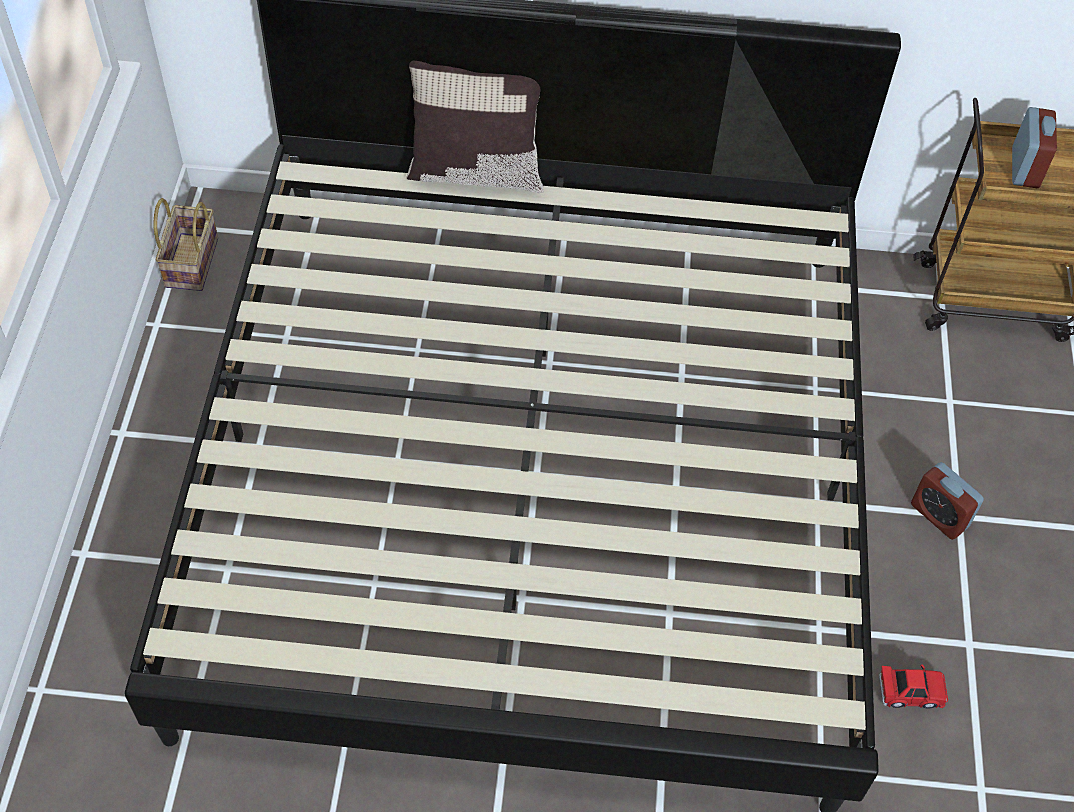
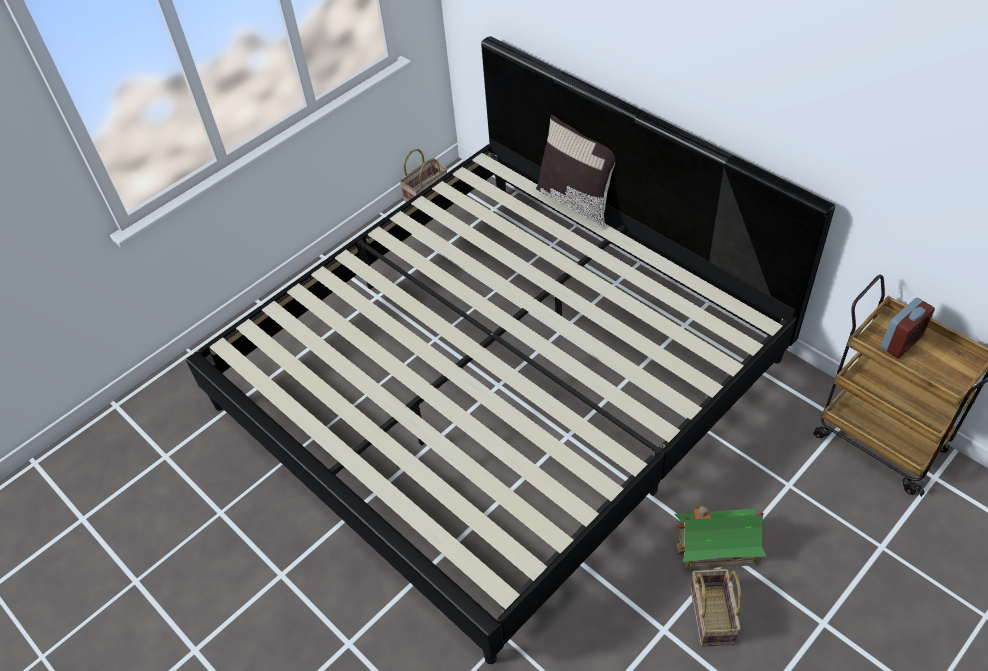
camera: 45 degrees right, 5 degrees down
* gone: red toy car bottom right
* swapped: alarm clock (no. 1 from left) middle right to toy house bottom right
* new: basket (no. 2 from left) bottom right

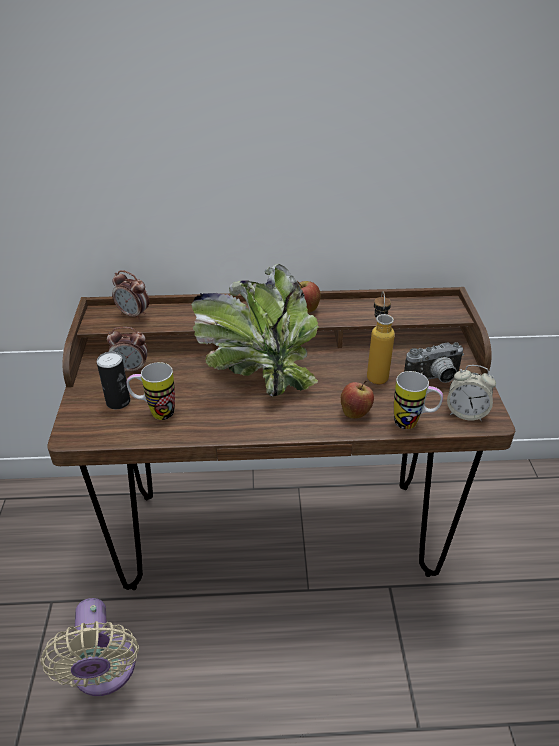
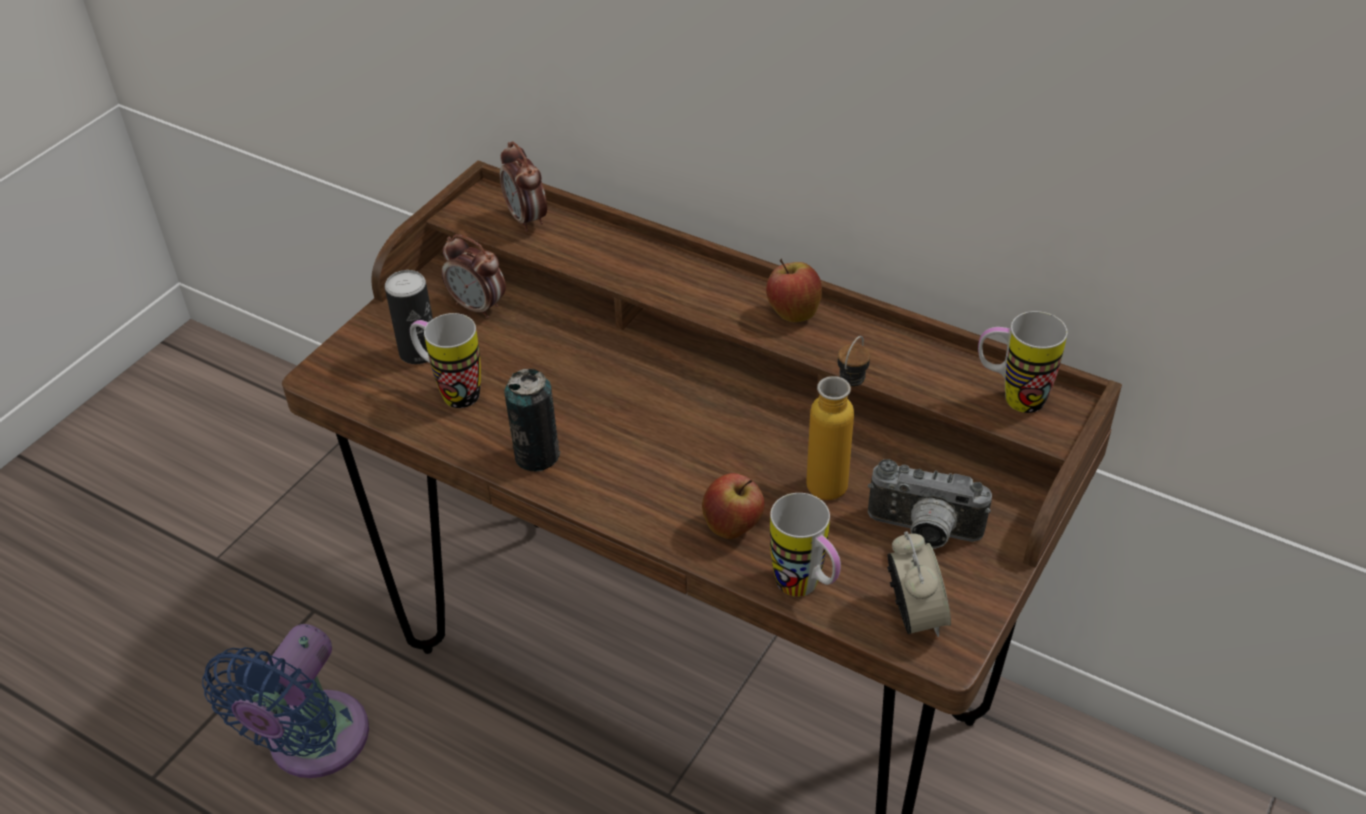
camera: 35 degrees right, 5 degrees up
* repainted: beige fan bottom left to blue fan bottom left
* gone: potted plant centre
* rotated: alarm clock (no. 3 from left) middle right = bottom right 150 degrees counterclockwise
* new: can (no. 2 from left) centre
* new: mug (no. 3 from left) middle right

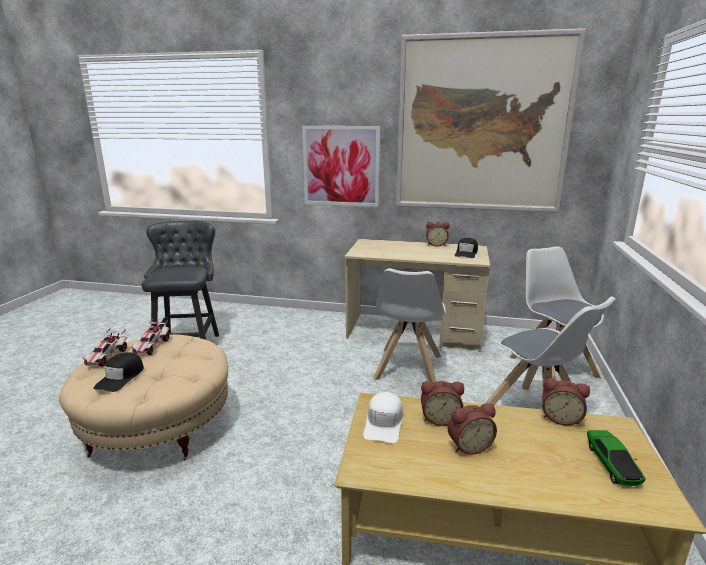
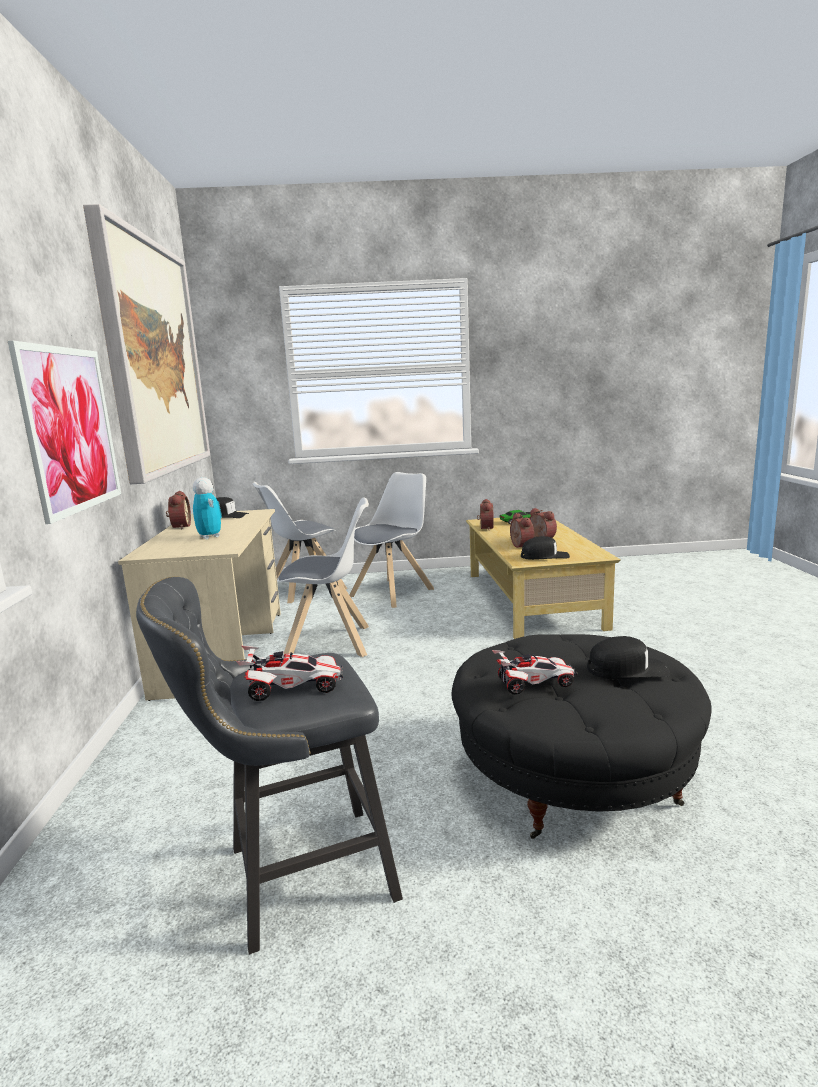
camera: 105 degrees left, 5 degrees down
* repainted: beige ottoman bottom left to black ottoman bottom right
* shifted: toy car (no. 1 from left) middle left to centre
* repainted: white cap bottom centre to black cap (no. 2 from left) centre
* new: toy robot middle left

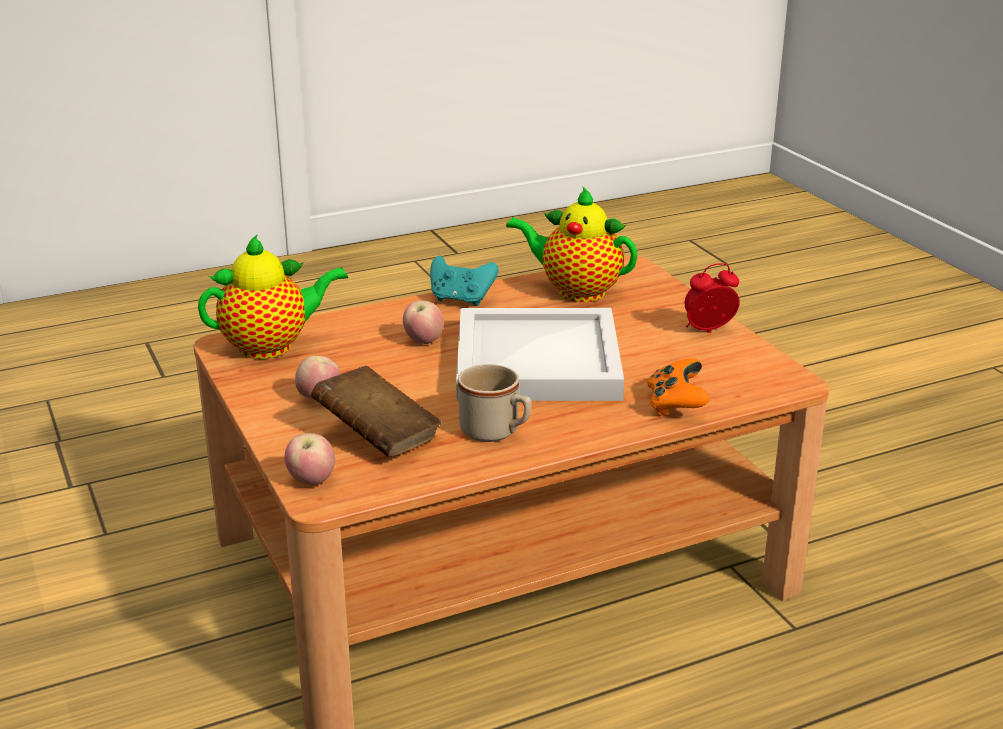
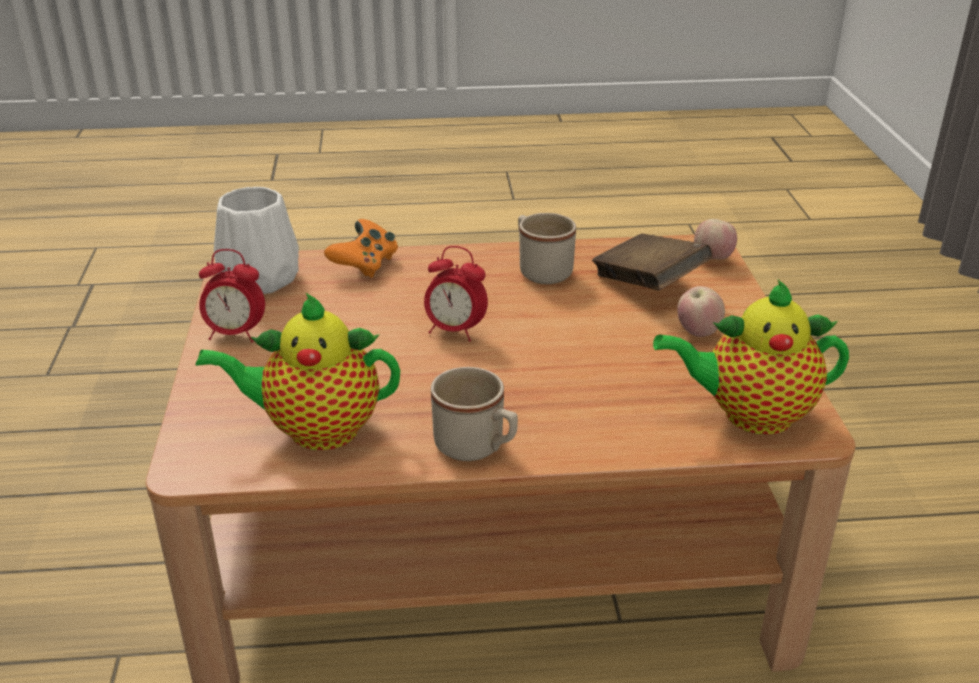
camera: 160 degrees left, 5 degrees up
* gone: apple (no. 3 from left) centre
* swapped: turquoise game controller centre to beige mug (no. 1 from left) centre
* swapped: white tray centre to alarm clock (no. 2 from left) centre
* rotated: teapot (no. 2 from left in the first image) centre = middle left 135 degrees clockwise
* new: white vase middle left

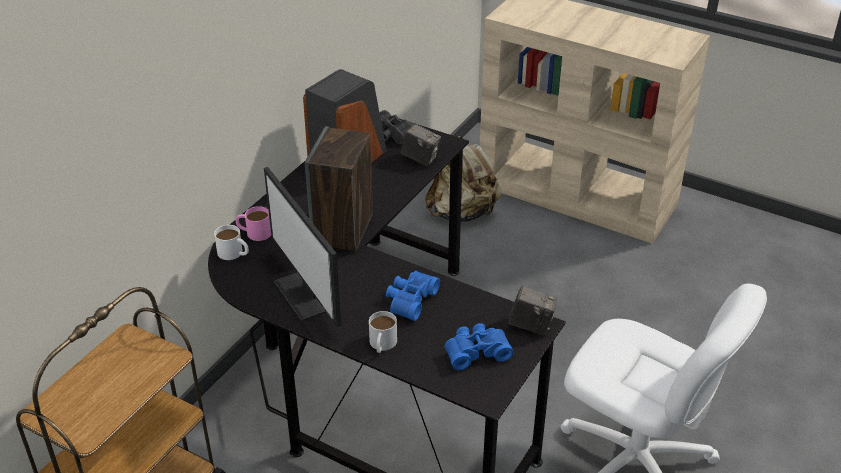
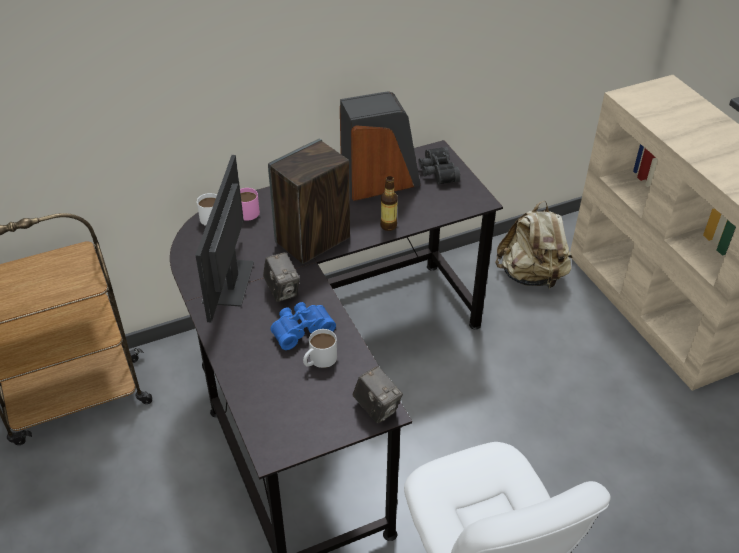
camera: 35 degrees right, 5 degrees up
* shifted: white mug (no. 2 from left) bottom centre to centre
* shifted: photo camera (no. 1 from left) top centre to centre
* gone: blue binoculars (no. 2 from left) bottom centre
* new: bottle centre

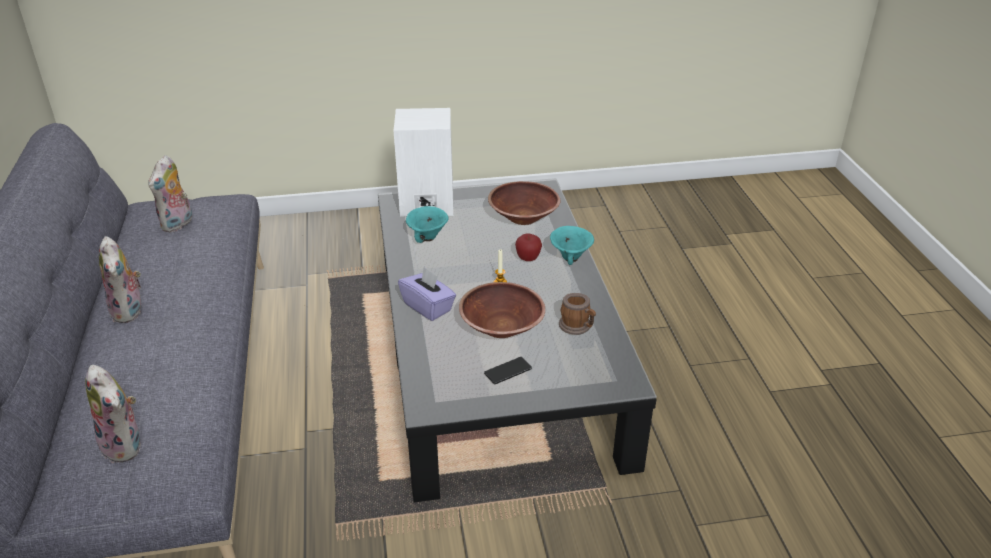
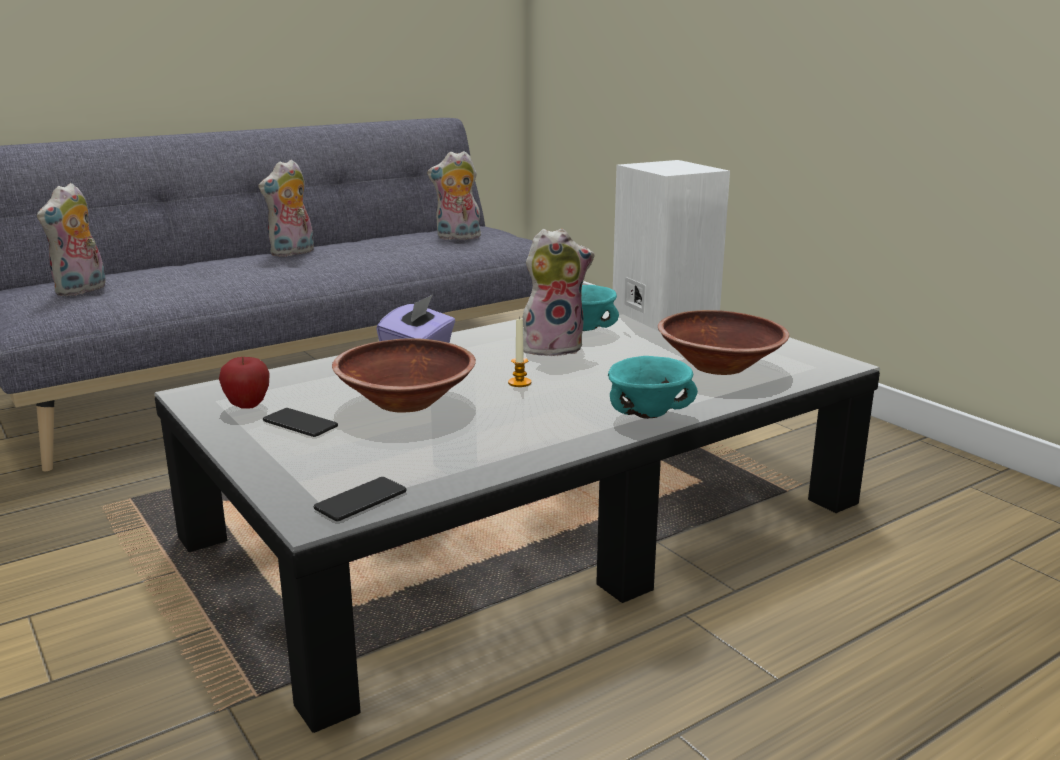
camera: 65 degrees right, 15 degrees down
* shifted: apple centre to middle left
* gone: mug centre
* new: phone (no. 2 from left) centre
* new: plush toy (no. 4 from left) centre

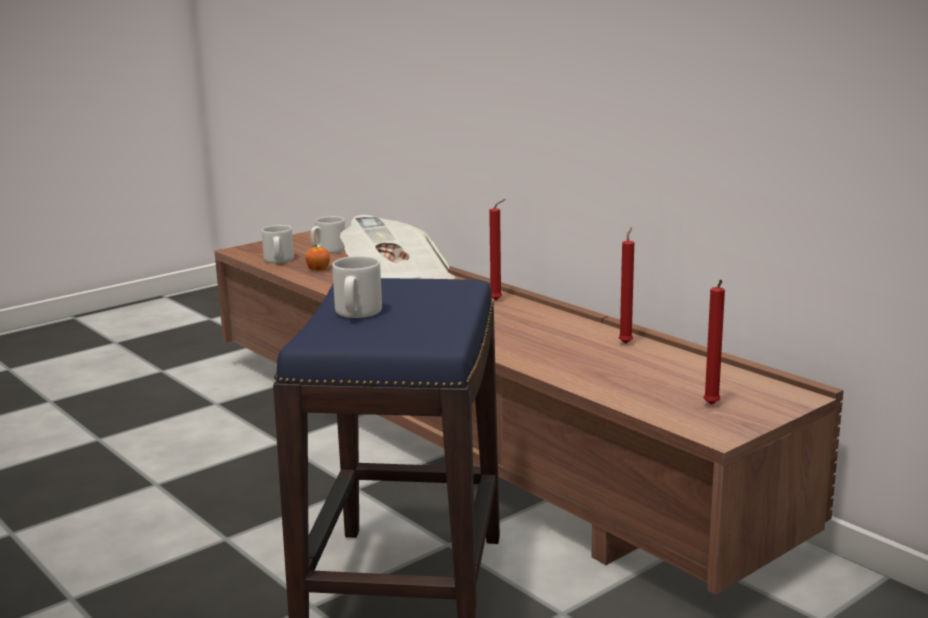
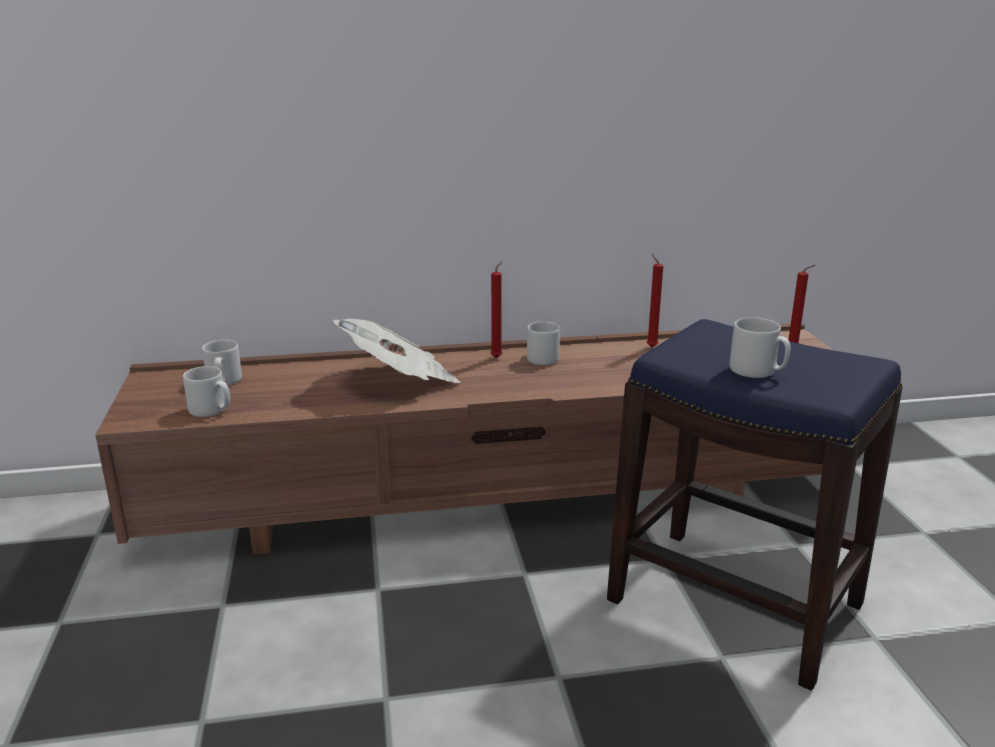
camera: 60 degrees left, 5 degrees up
* gone: apple centre
* new: grey mug (no. 3 from left) centre

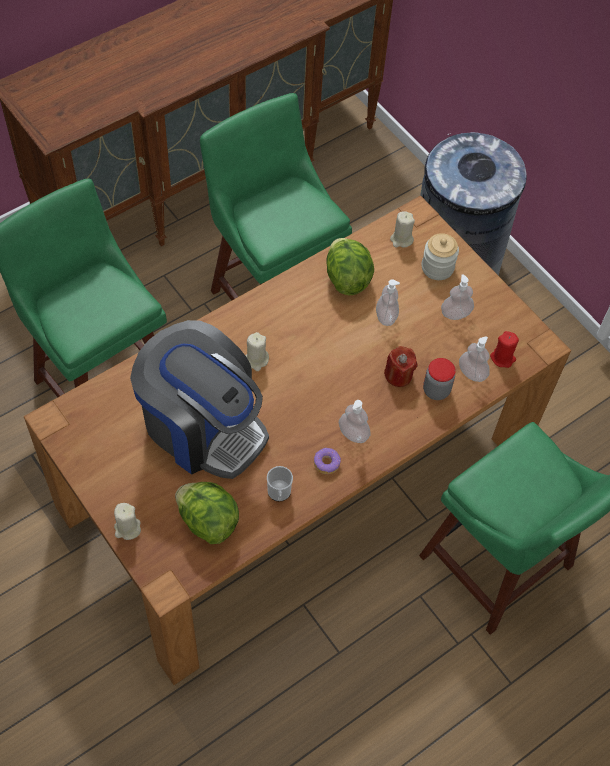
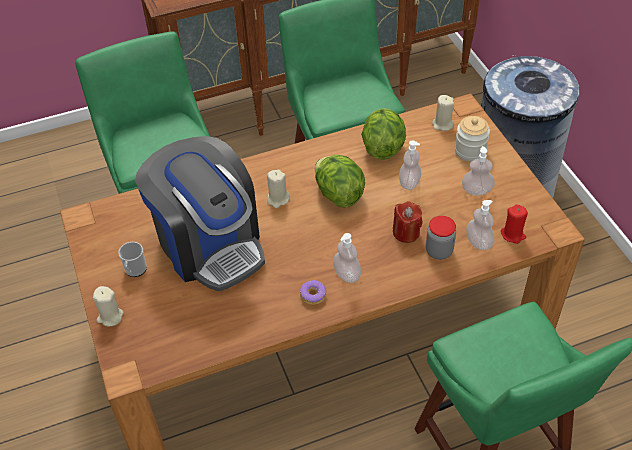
camera: 20 degrees right, 10 degrees down
* shifted: lettuce (no. 1 from left) bottom centre to centre
* shifted: mug centre to middle left

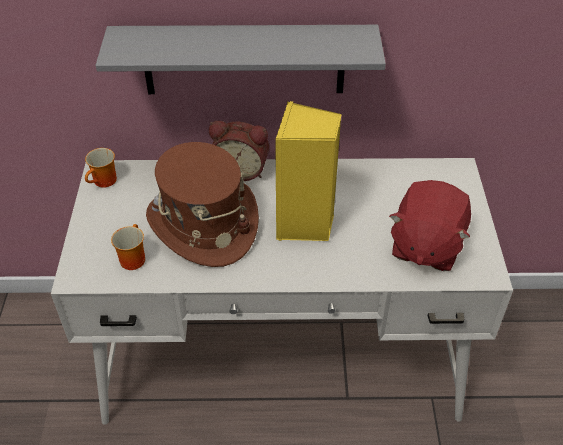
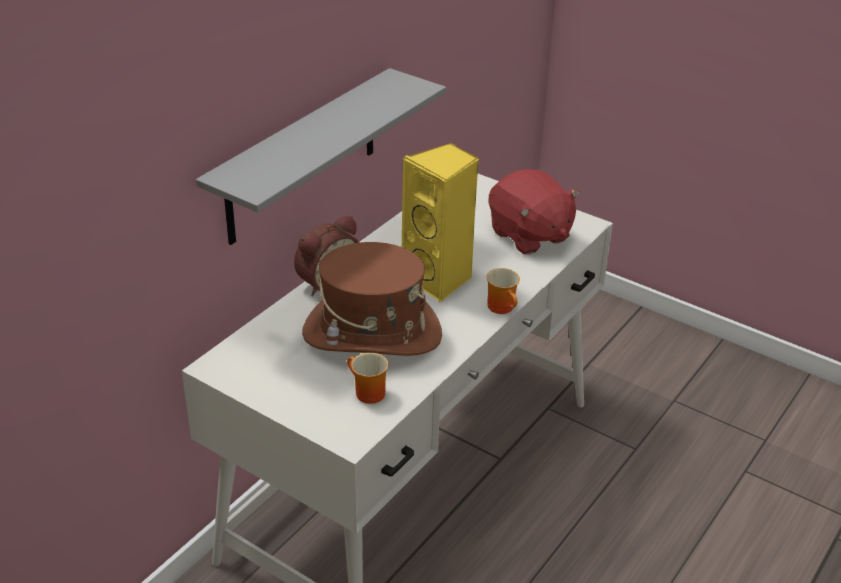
camera: 55 degrees left, 10 degrees down
* shifted: mug (no. 1 from left in the first image) middle left to mug (no. 2 from left) centre

